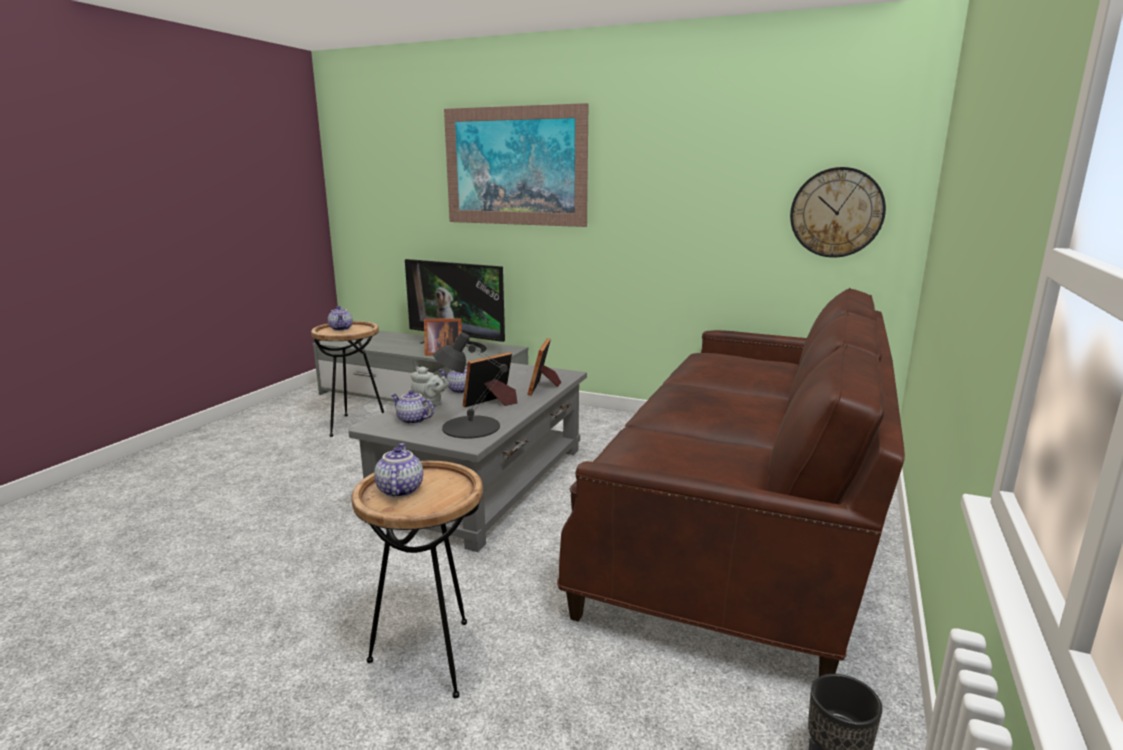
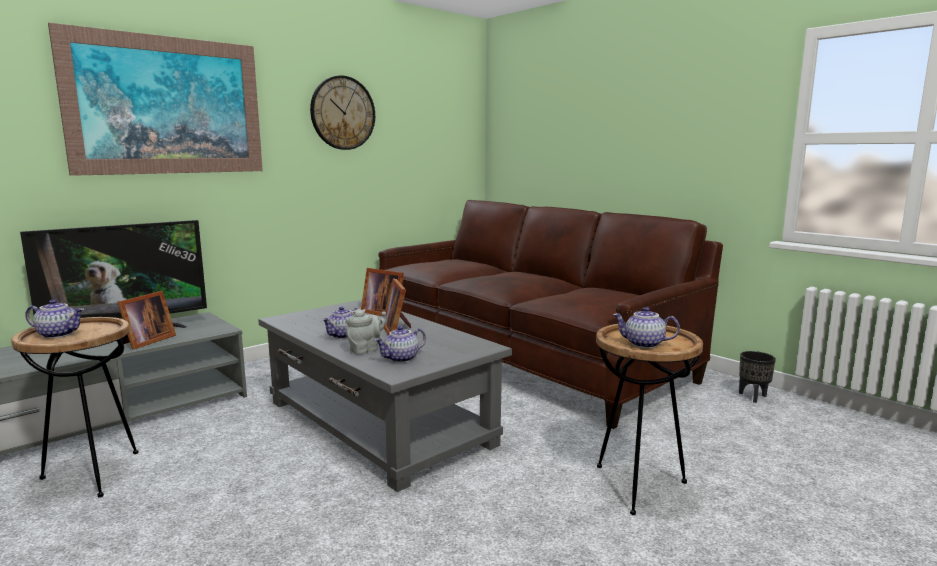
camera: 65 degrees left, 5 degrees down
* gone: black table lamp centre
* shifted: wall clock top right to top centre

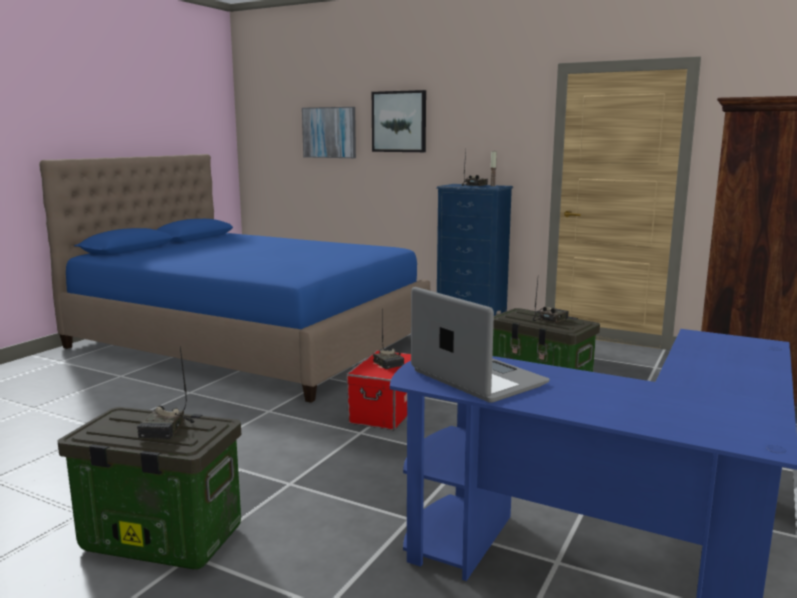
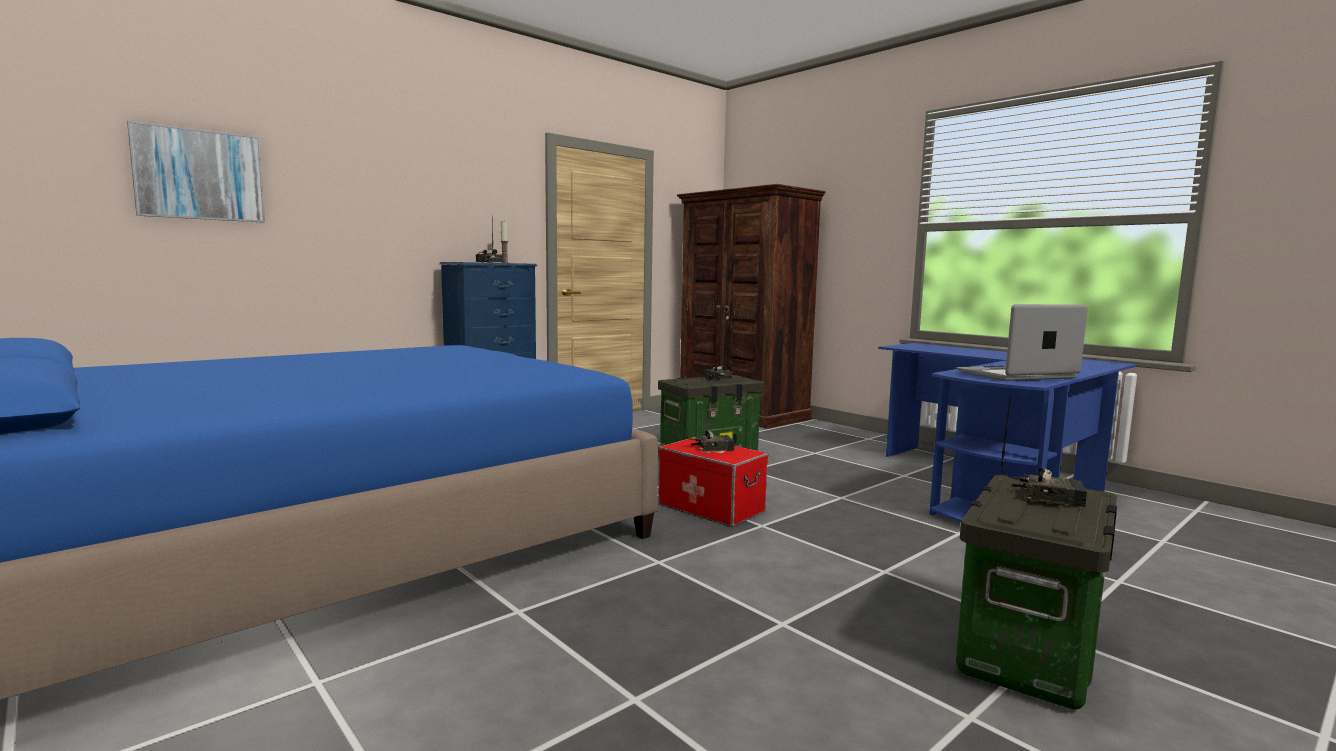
camera: 70 degrees left, 5 degrees down
* gone: picture (no. 2 from left) top centre

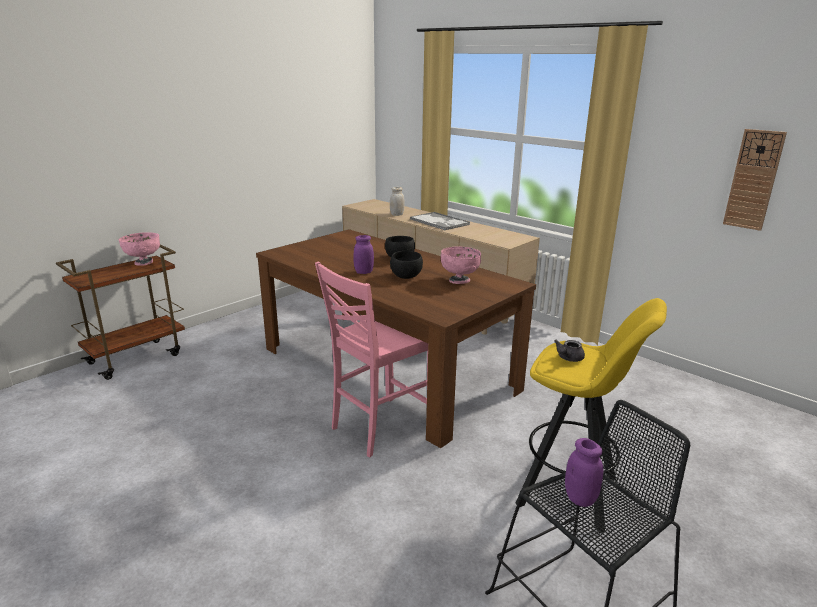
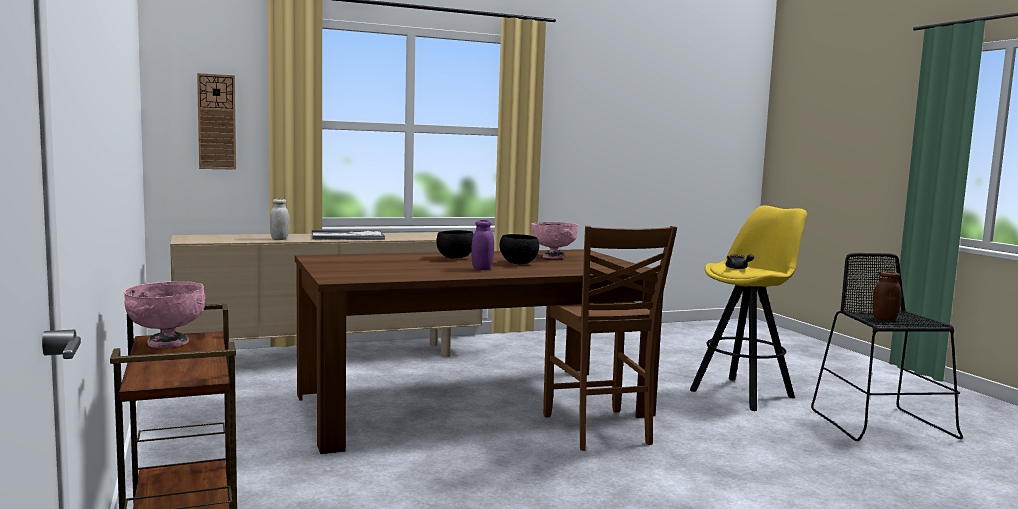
camera: 65 degrees left, 15 degrees down
* repainted: pink chair centre to brown chair centre
* repainted: purple jar (no. 2 from left) bottom right to brown jar middle right
* shifted: wall clock top right to top left

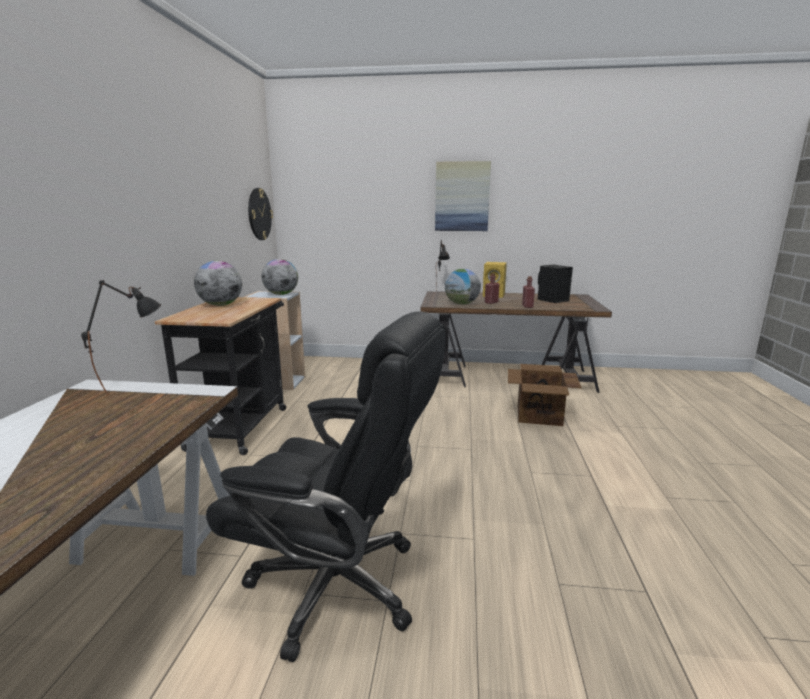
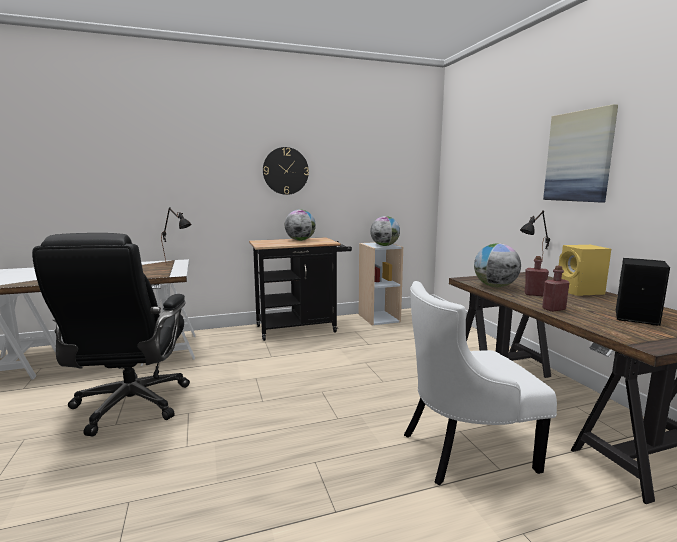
camera: 65 degrees right, 5 degrees down
* shifted: wall clock top left to top centre
* swapped: cardboard box middle right to white chair bottom right

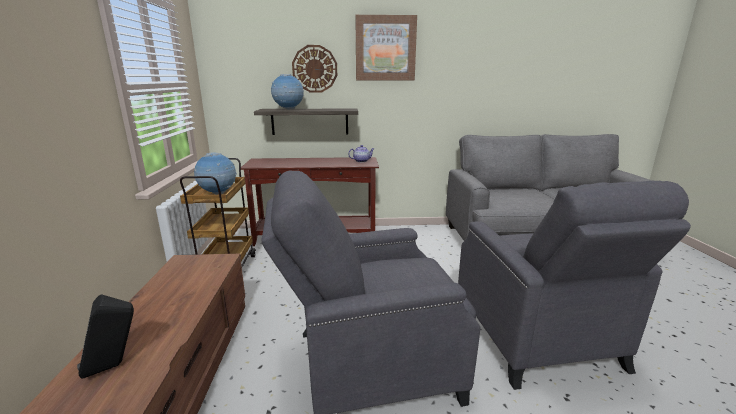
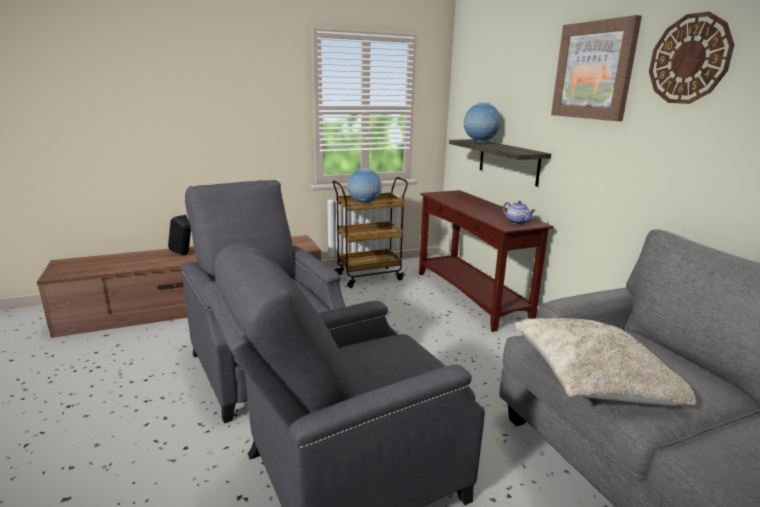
camera: 70 degrees right, 0 degrees up
* shifted: wall clock top centre to top right
* new: beige pillow bottom right

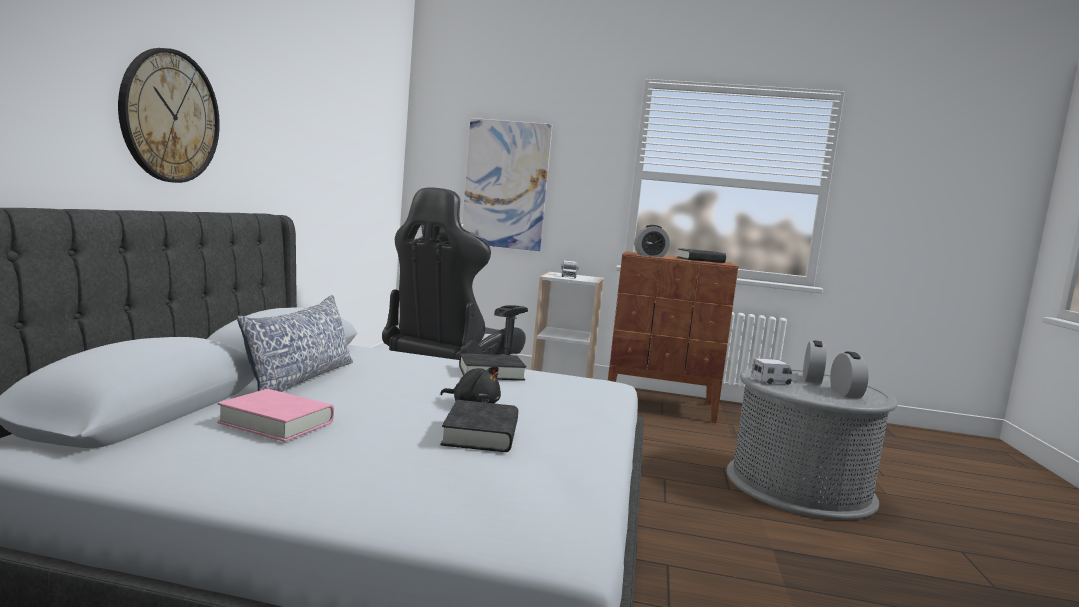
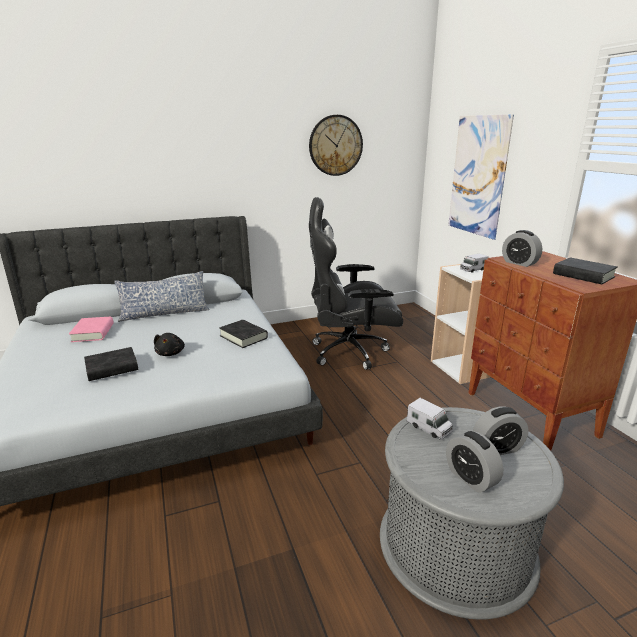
camera: 60 degrees right, 15 degrees up
* shifted: wall clock top left to top centre
* rotated: alarm clock (no. 3 from left in the first image) middle right = bottom right 90 degrees clockwise

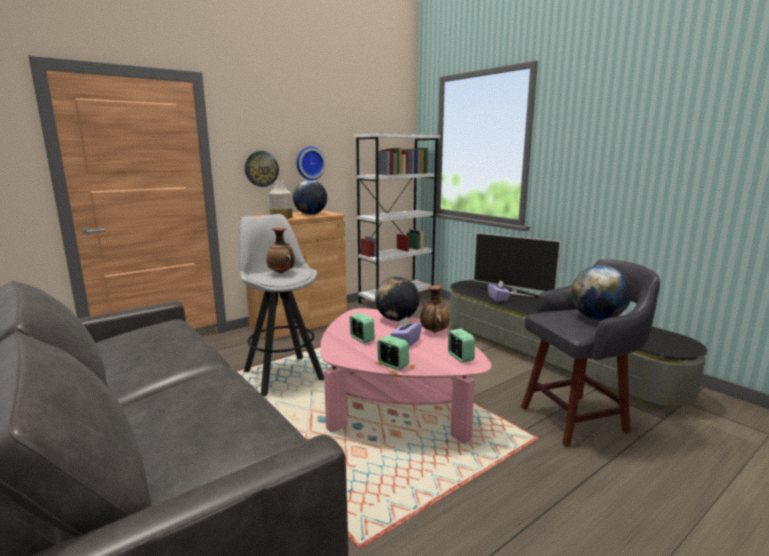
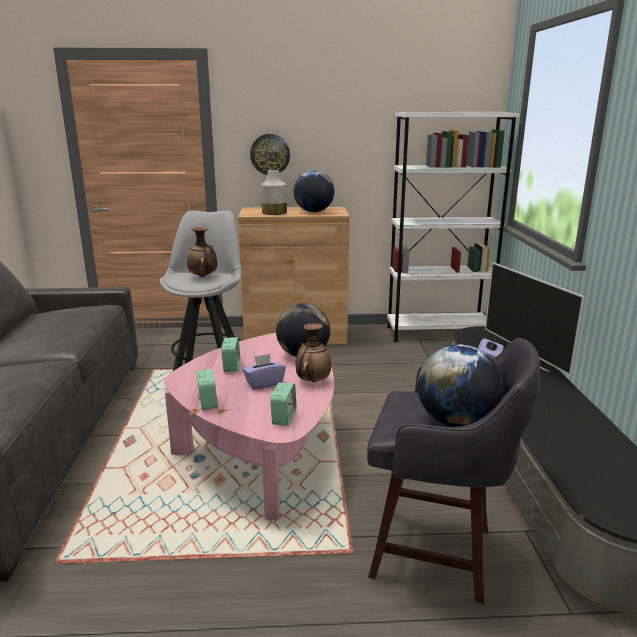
camera: 35 degrees right, 5 degrees up
* gone: wall clock (no. 2 from left) top centre

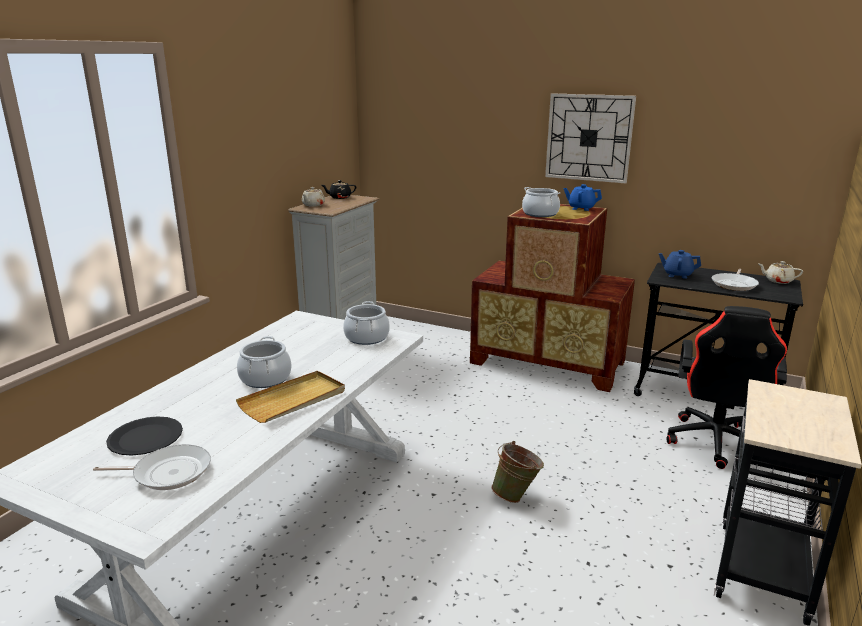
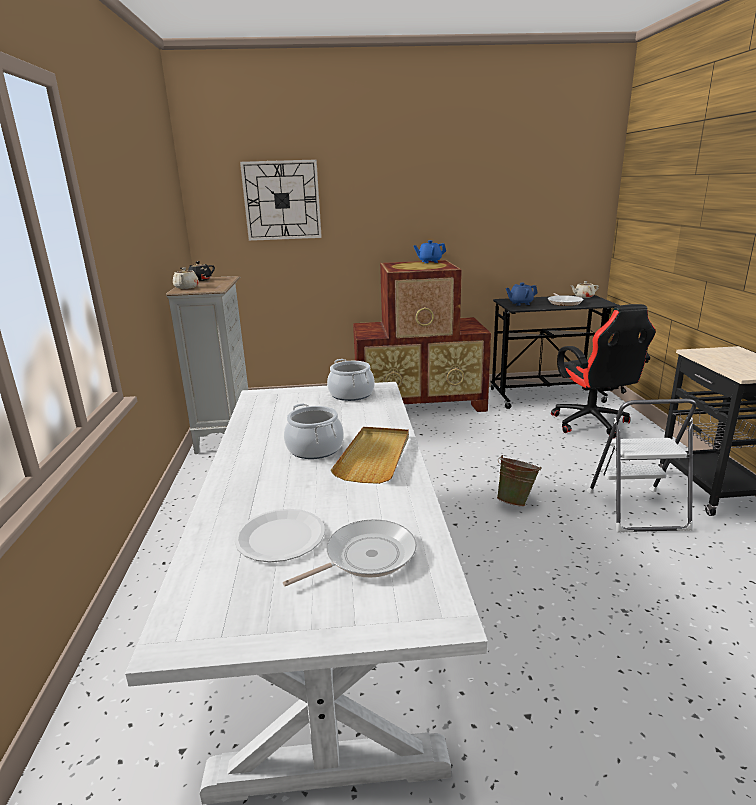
camera: 30 degrees left, 0 degrees up
* repainted: black plate bottom left to white plate centre
* gone: cooking pot (no. 3 from left) top centre
* shifted: wall clock top right to top centre
* new: white step ladder middle right

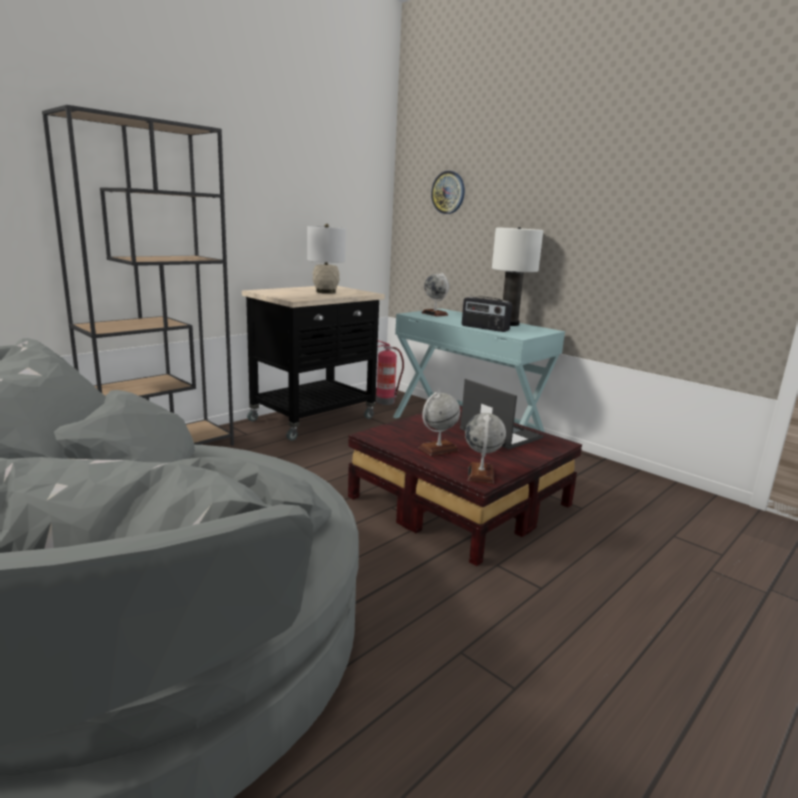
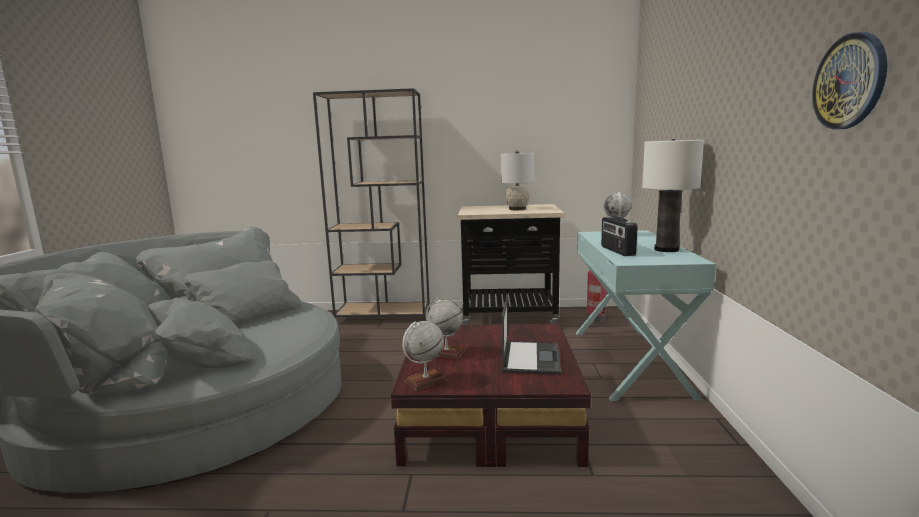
camera: 50 degrees right, 5 degrees down
* shifted: wall clock top centre to top right

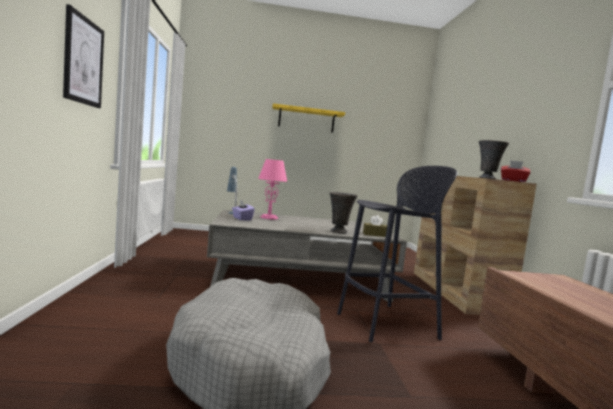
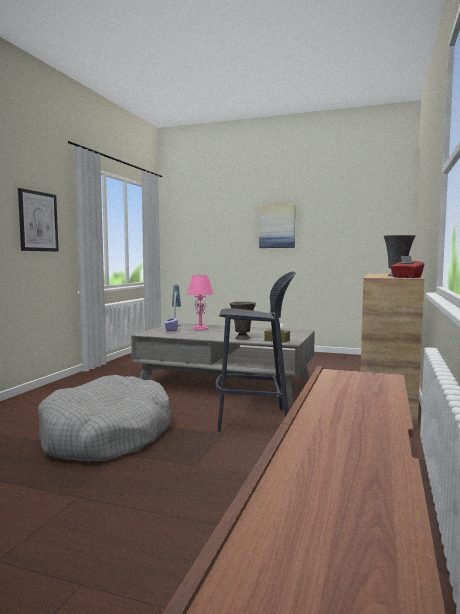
camera: 25 degrees right, 0 degrees up
* swapped: yellow shelf top centre to picture (no. 2 from left) centre

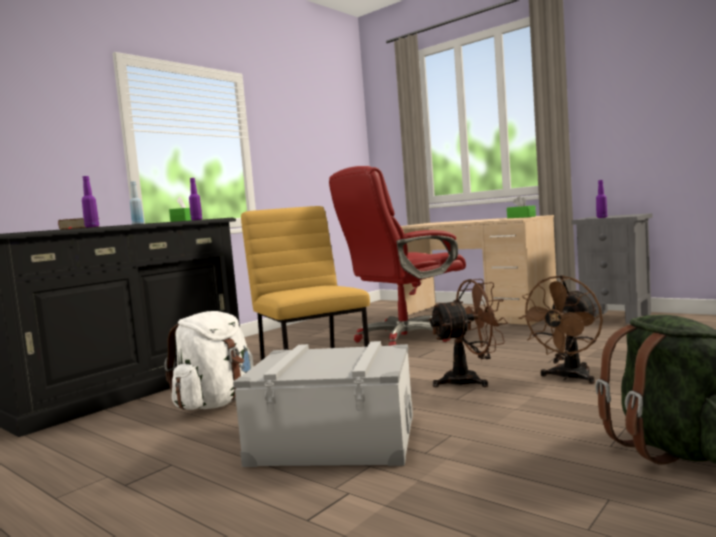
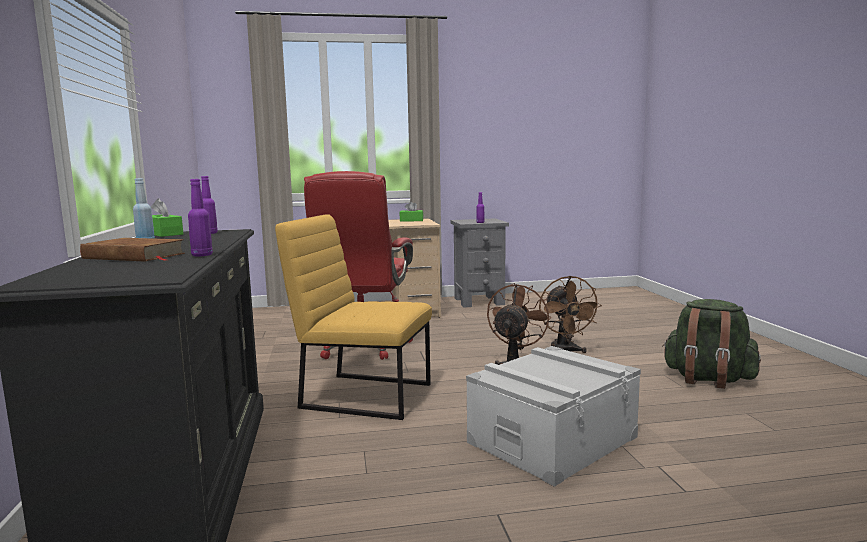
camera: 50 degrees left, 5 degrees up
* gone: white backpack bottom left

